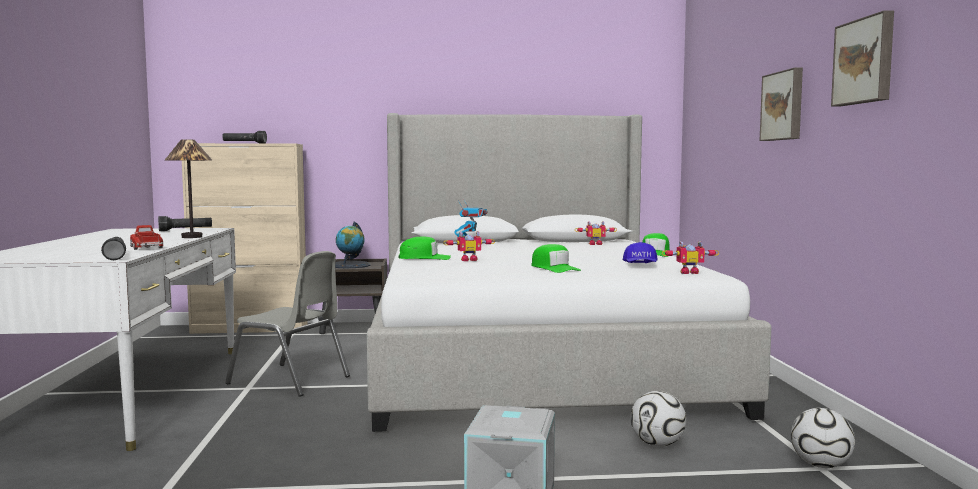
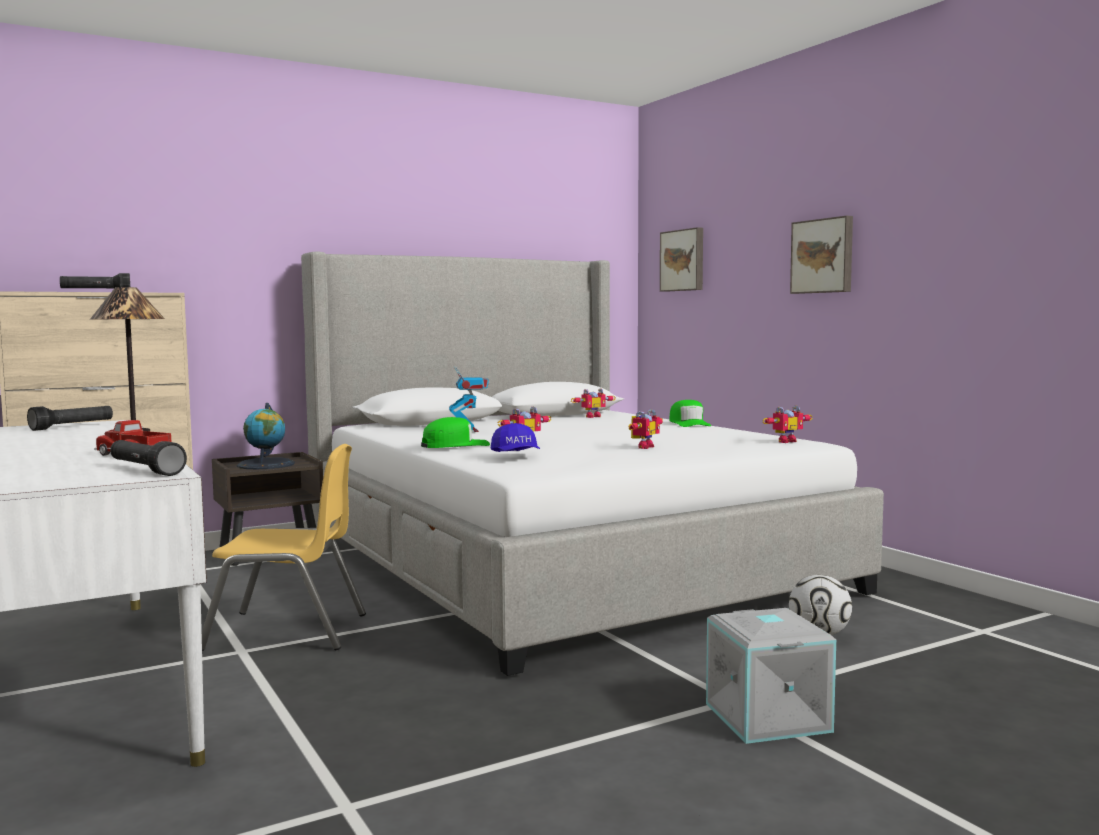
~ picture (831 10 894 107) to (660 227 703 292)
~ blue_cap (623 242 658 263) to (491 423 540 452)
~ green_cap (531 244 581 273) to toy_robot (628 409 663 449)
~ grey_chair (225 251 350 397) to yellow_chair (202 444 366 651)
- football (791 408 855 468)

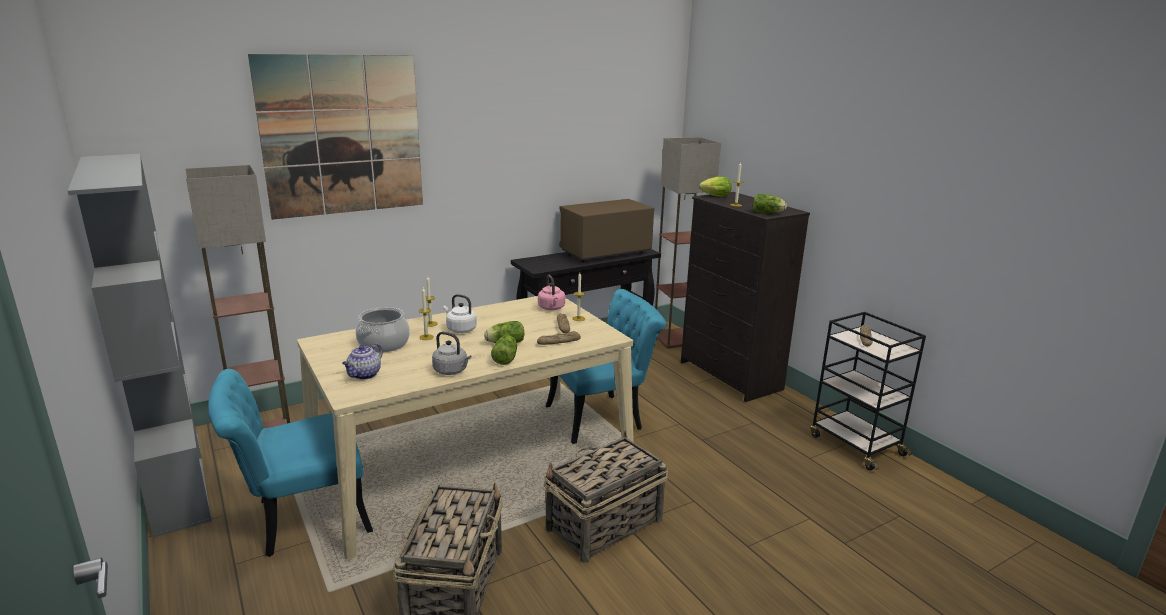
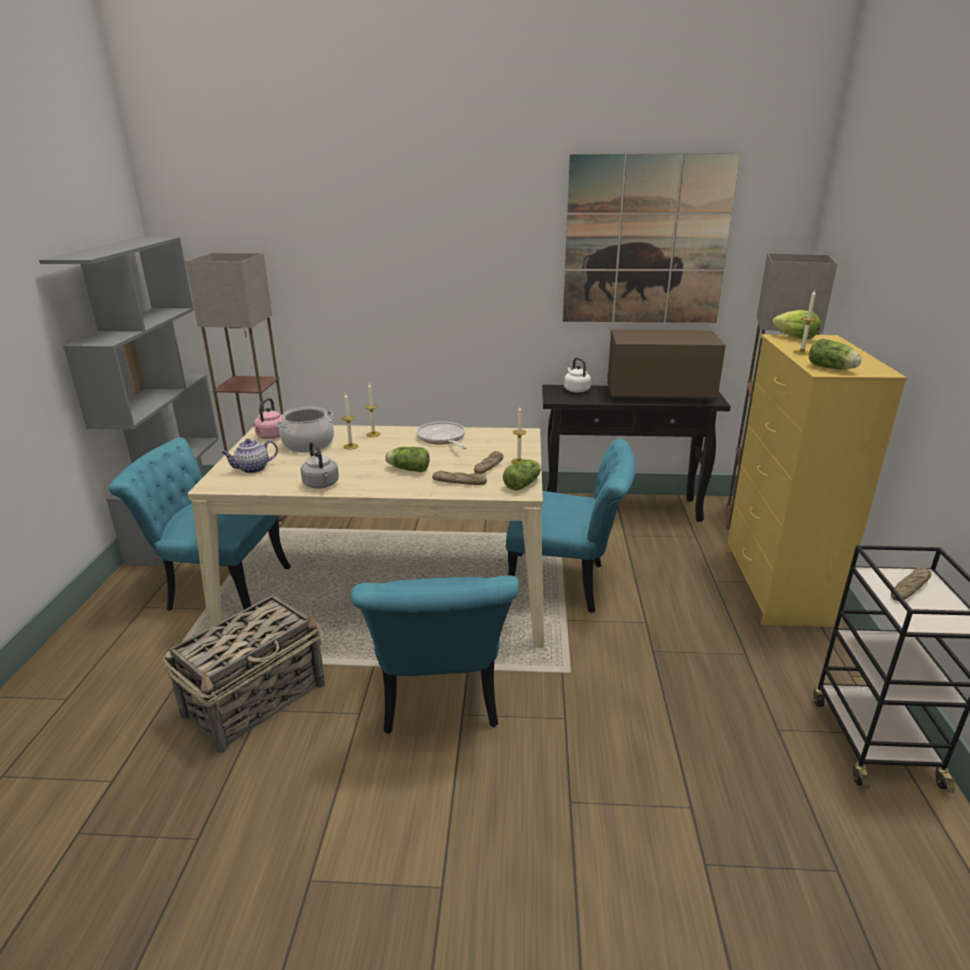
~ picture (248 54 423 220) to (563 153 740 323)
~ black_dresser (681 192 810 402) to yellow_dresser (726 334 907 627)
~ pink_kettle (538 275 565 310) to (253 398 282 439)
~ white_kettle (443 294 477 333) to (564 357 591 393)
~ lettuce (491 335 517 365) to (503 459 541 491)
~ basket (544 431 668 563) to turquoise_chair (351 575 519 734)
+ frying_pan (416 422 467 450)

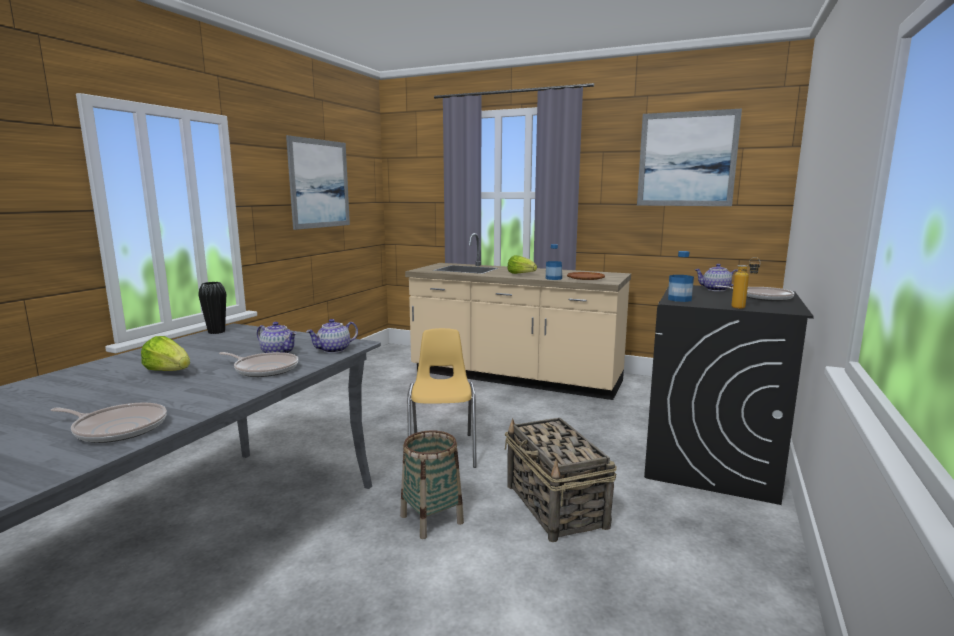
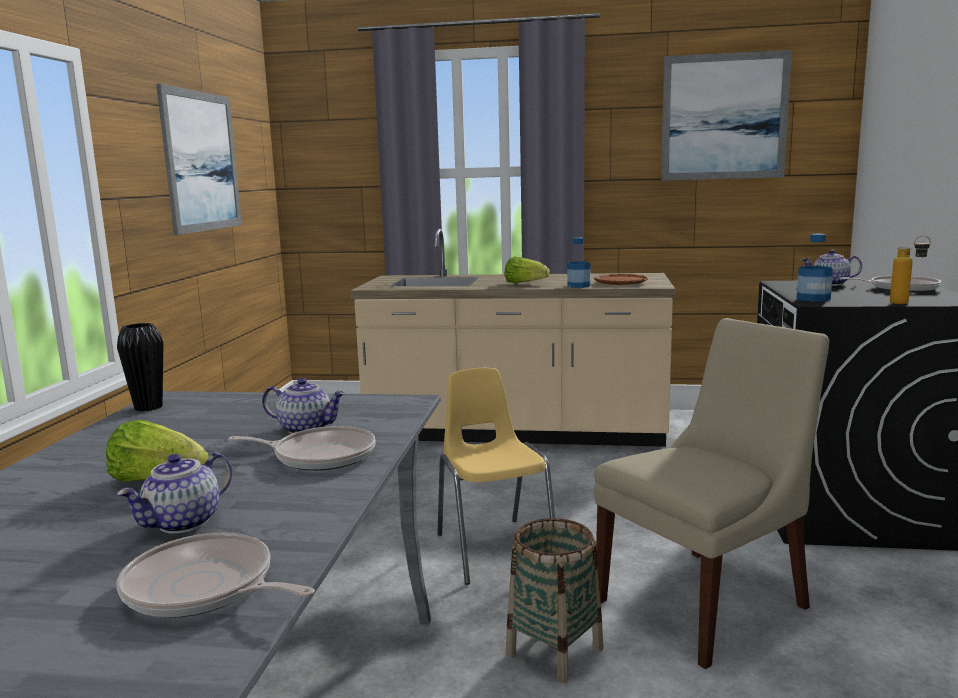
~ teapot (306 319 358 353) to (117 452 232 534)
~ frying_pan (51 402 167 443) = (117 533 315 618) 150 degrees counterclockwise
~ basket (505 418 617 542) to beige_chair (594 318 829 669)

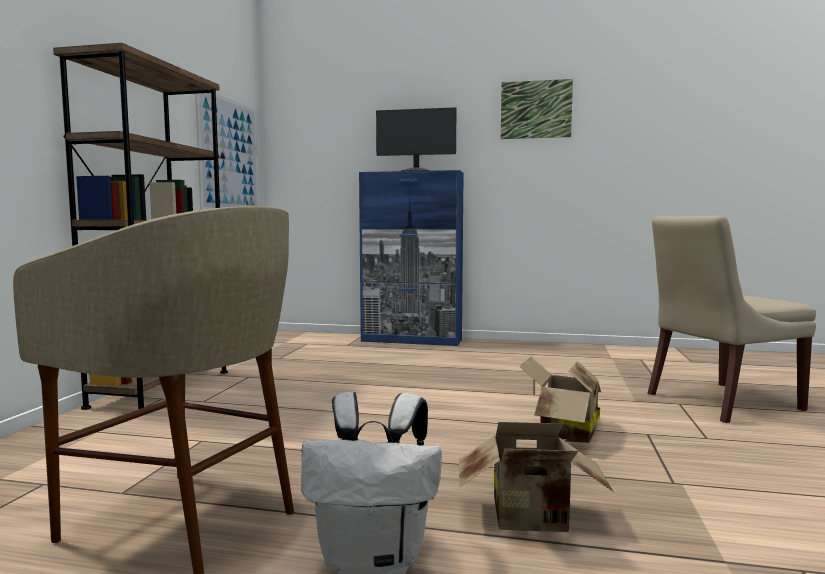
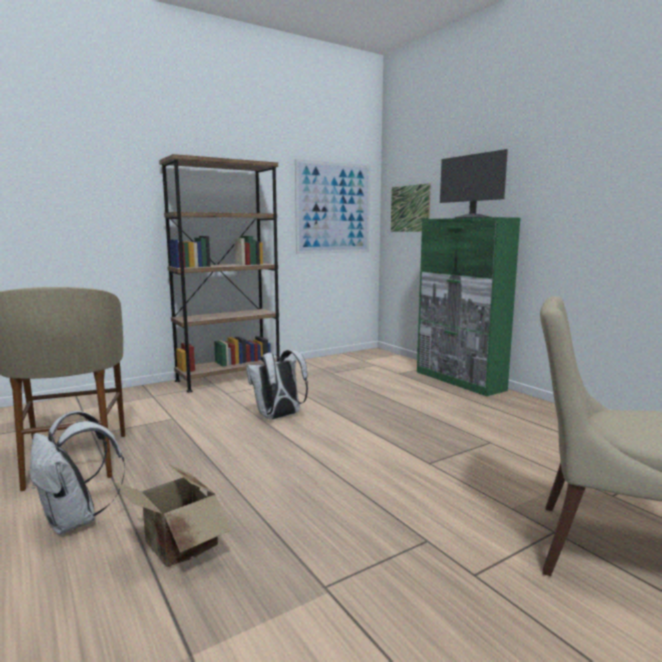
~ picture (501 79 573 139) to (391 183 431 232)
~ blue_cabinet (359 170 464 346) to green_cabinet (417 217 520 396)
- cardboard_box (519 357 601 443)
+ white_backpack (246 350 308 420)

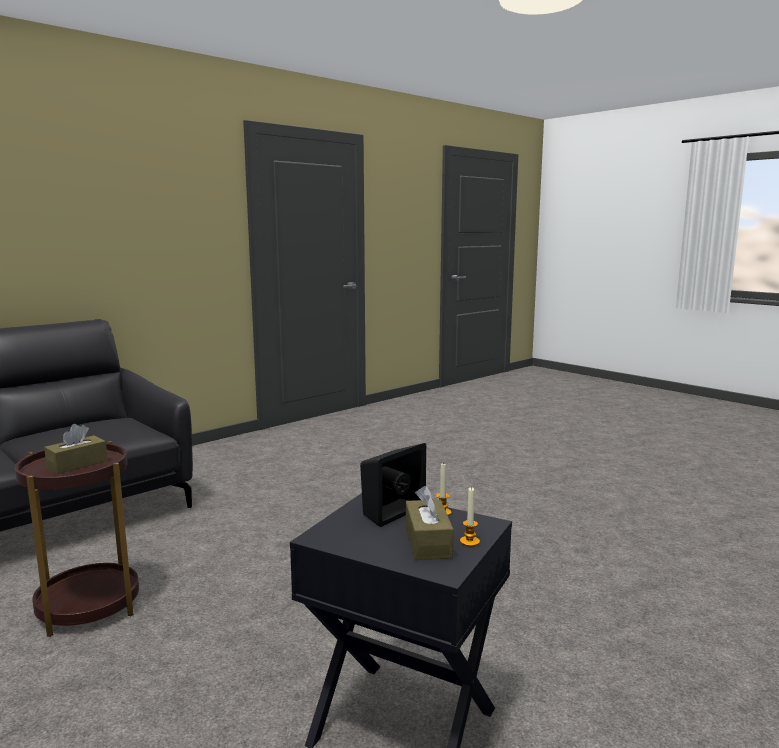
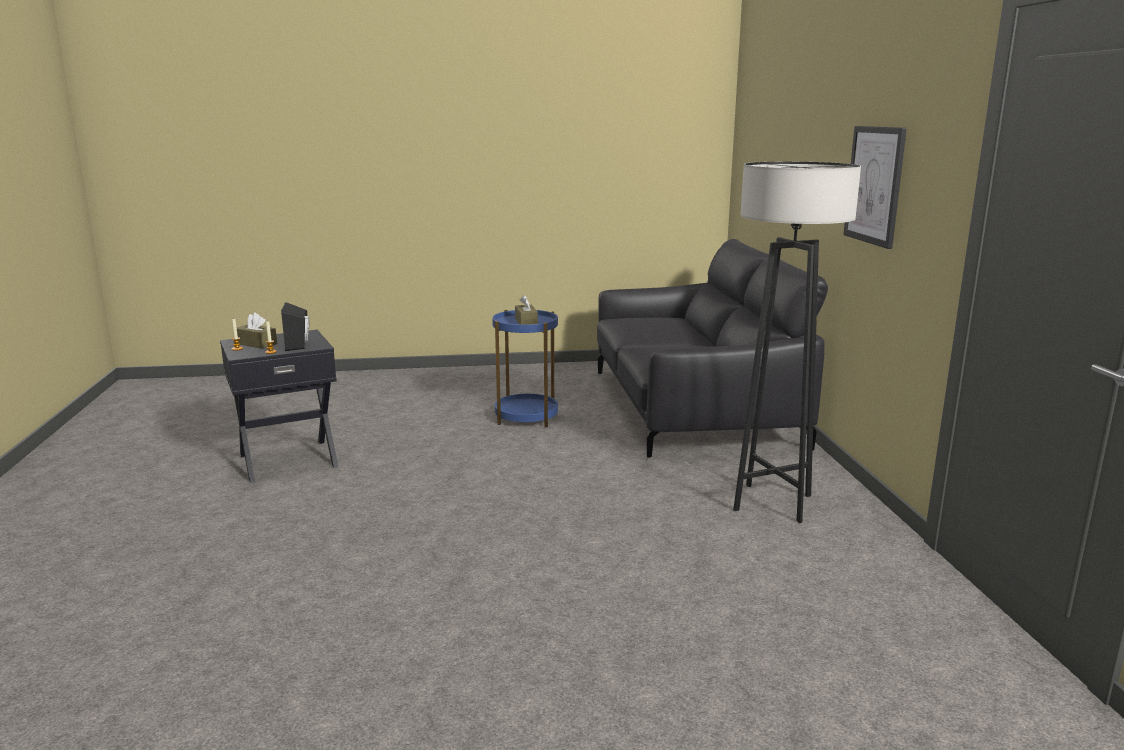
~ brown_side_table (15 441 139 637) to blue_side_table (492 310 558 427)
+ picture (843 126 907 249)
+ grey_floor_lamp (733 162 861 523)

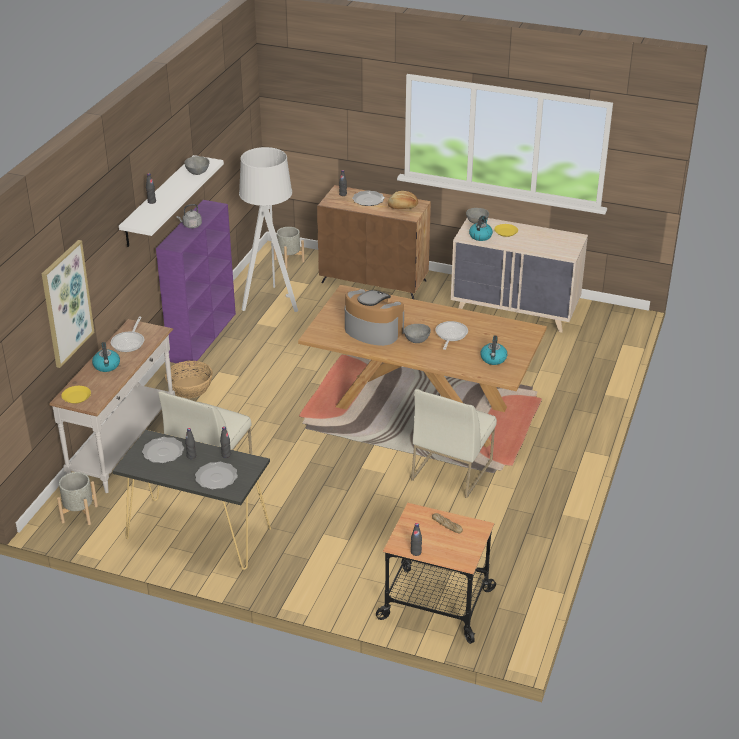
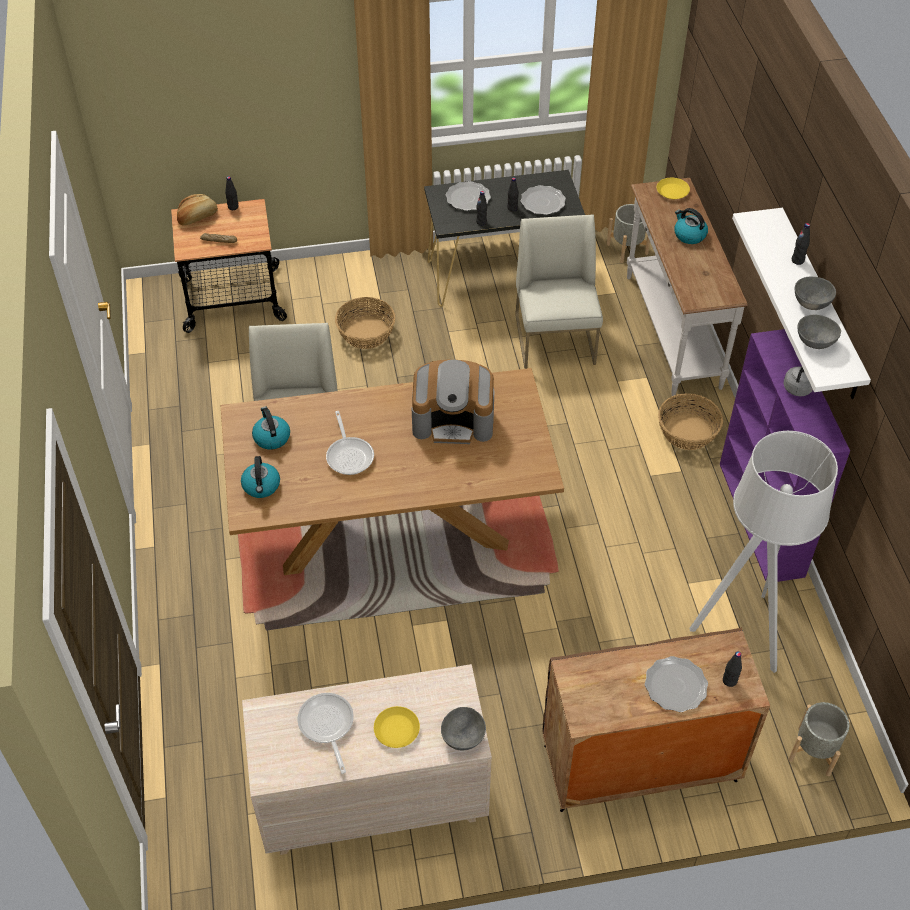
~ bread (388 191 418 209) to (177 194 218 226)
~ kettle (469 216 493 241) to (241 456 280 498)
- picture (42 240 94 368)
~ frying_pan (111 316 144 352) to (297 693 354 774)
~ grey_bowl (404 324 431 343) to (795 277 836 310)
+ basket (335 297 396 349)

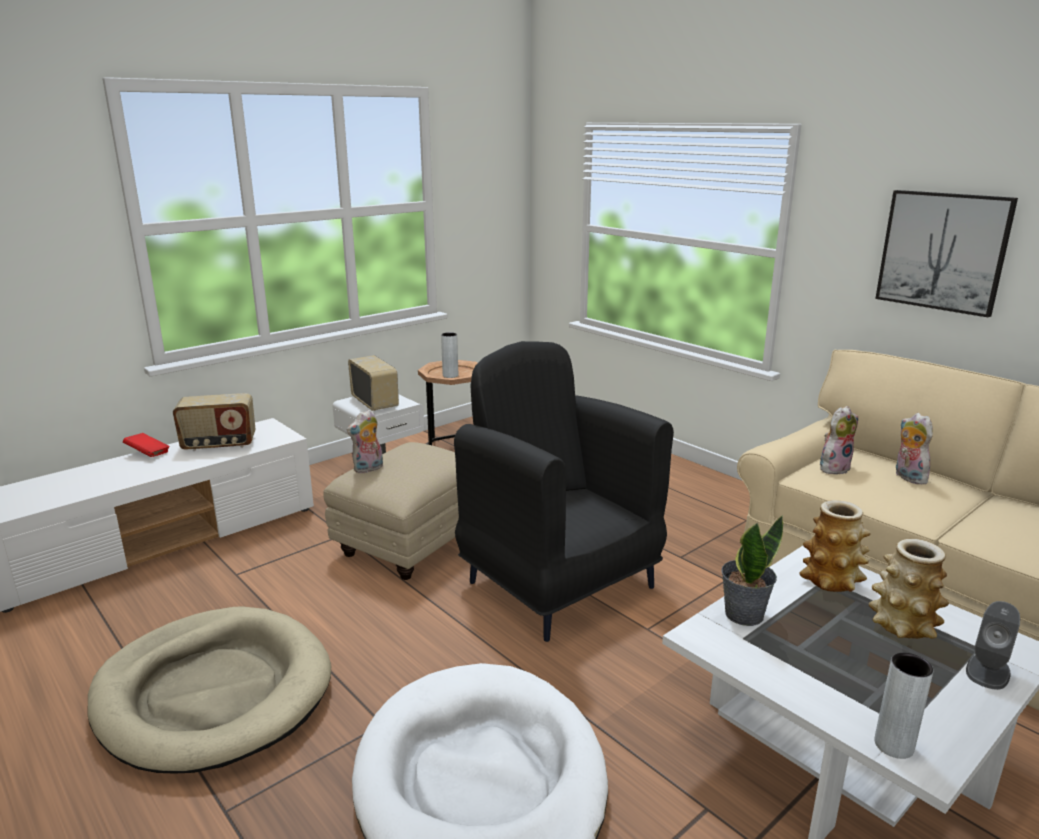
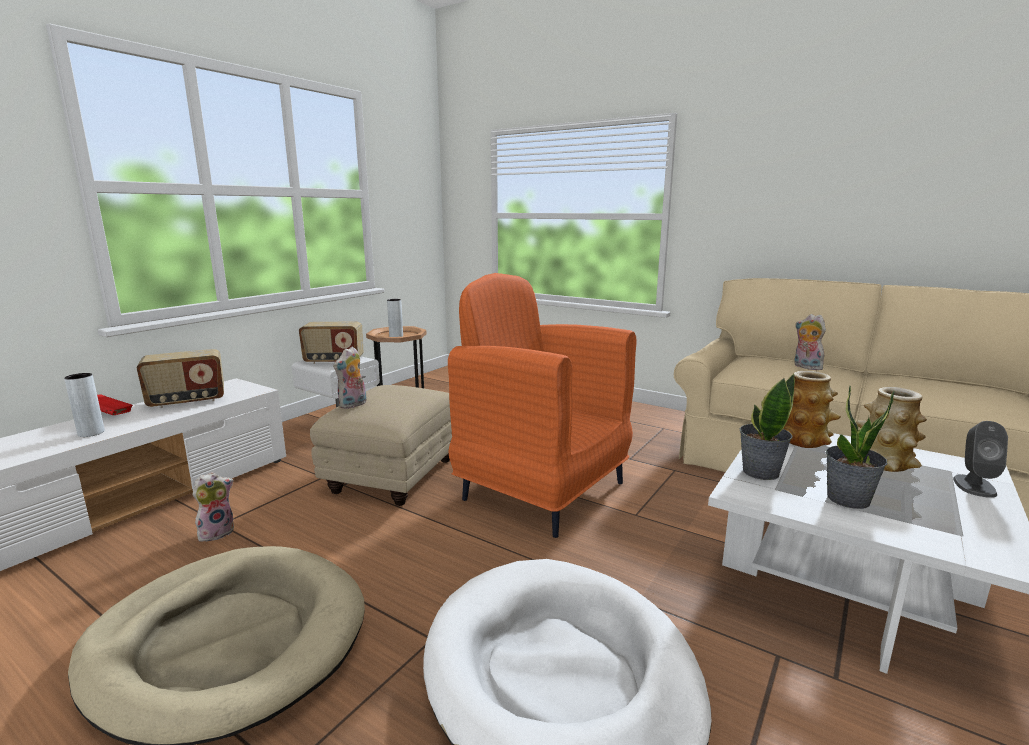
- picture (875 190 1018 317)
~ black_armchair (454 341 674 642) to orange_armchair (448 273 637 538)
~ radio (348 355 399 411) = (299 322 363 364) 135 degrees clockwise
~ plush_toy (820 406 858 474) to (192 472 234 542)
~ grey_vase (874 653 933 759) to (64 373 105 437)
+ potted_plant (826 386 895 509)

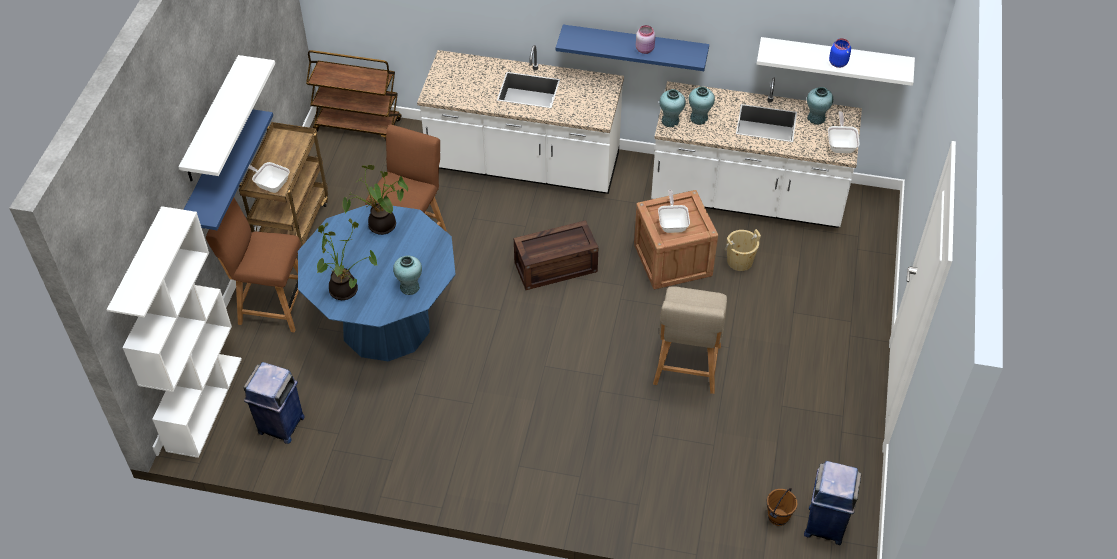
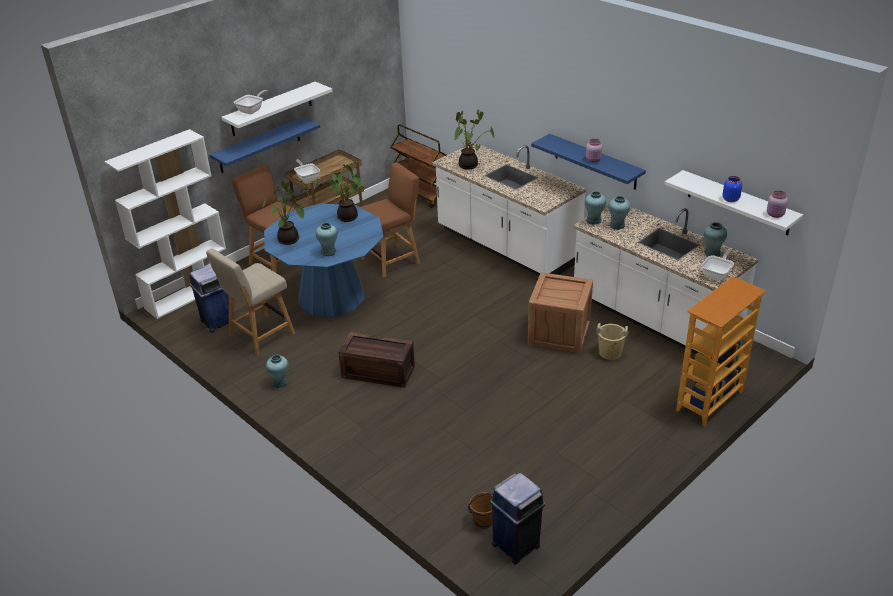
~ frying_pan (658 190 690 233) to (234 90 268 114)
~ crate (514 220 598 290) to (338 332 415 388)
~ beige_chair (653 286 727 394) to (206 248 295 355)
+ potted_plant (454 110 495 170)
+ pink_jar (767 191 788 218)
+ bookcase (676 276 766 426)
+ turquoise_vase (266 355 289 388)

